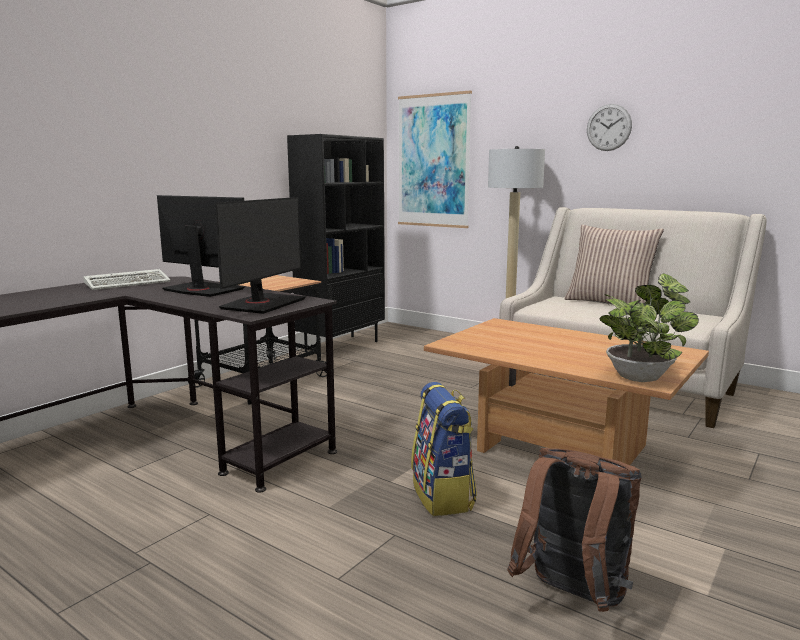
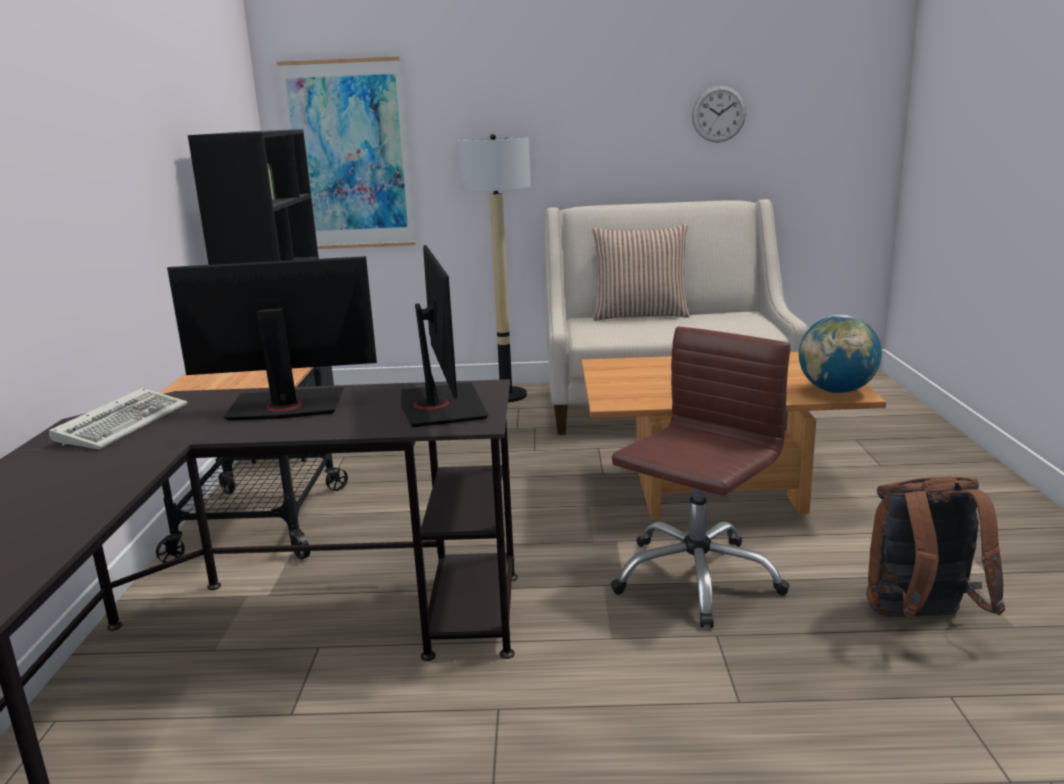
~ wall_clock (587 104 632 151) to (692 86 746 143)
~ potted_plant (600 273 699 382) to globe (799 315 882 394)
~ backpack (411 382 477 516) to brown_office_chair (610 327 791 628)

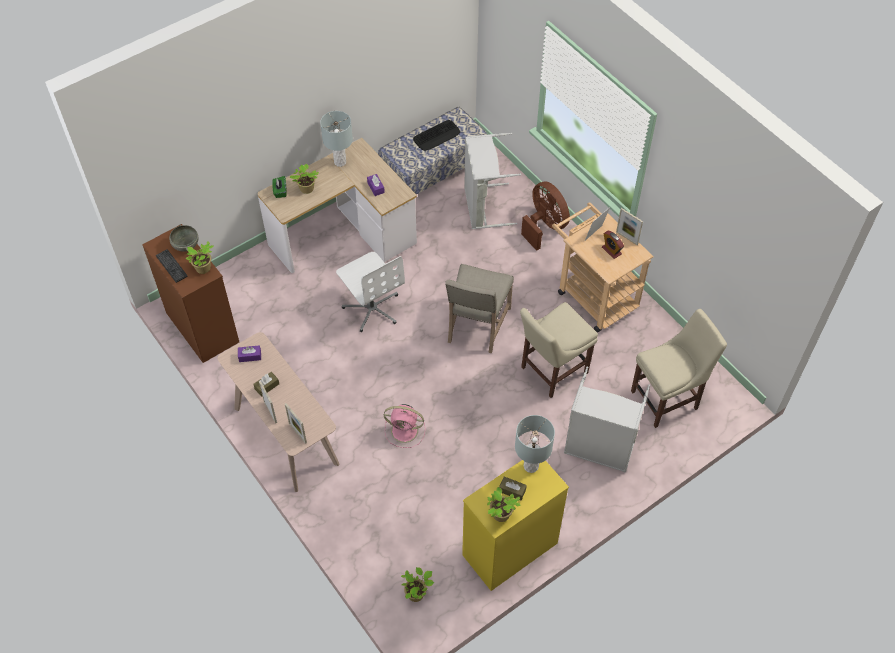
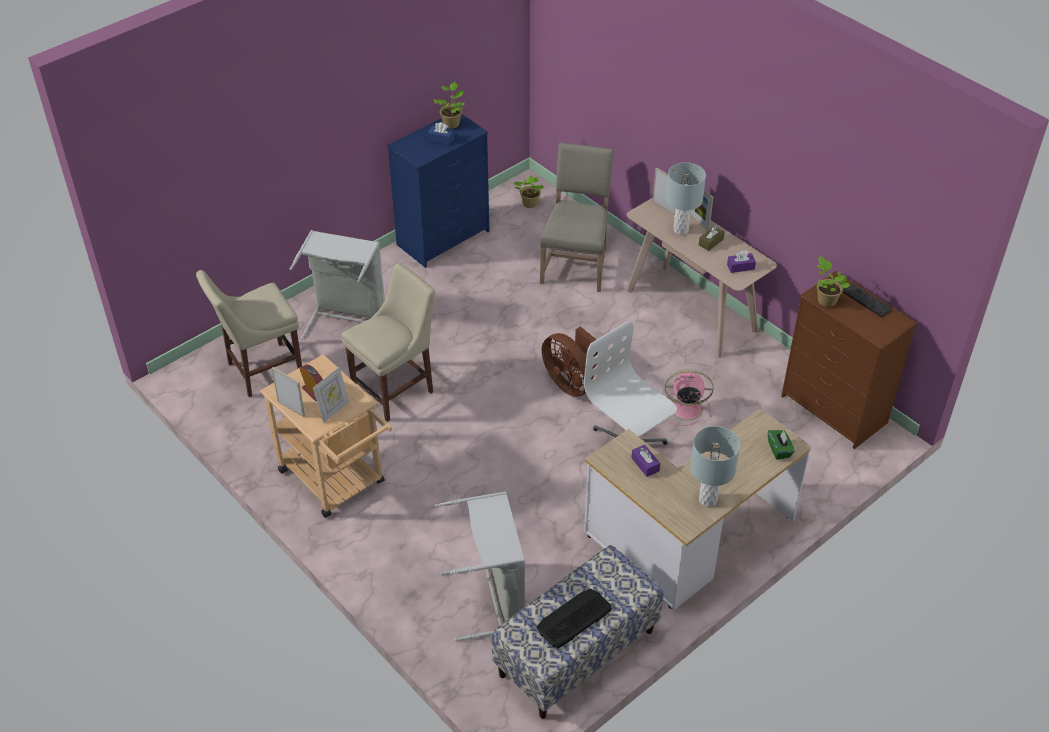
- potted_plant (289 164 319 194)
~ brown_fan (521 181 570 251) to (542 326 598 397)
- grey_bowl (169 224 198 252)
~ beige_chair (445 264 514 353) to (540 142 614 292)
~ pink_fan (384 404 425 448) to (665 370 714 426)
~ grey_table_lamp (515 415 555 473) to (666 162 706 235)
~ yellow_dresser (462 460 569 591) to blue_dresser (387 114 490 268)
~ brown_tissue_box (499 476 527 500) to blue_tissue_box (428 122 454 145)

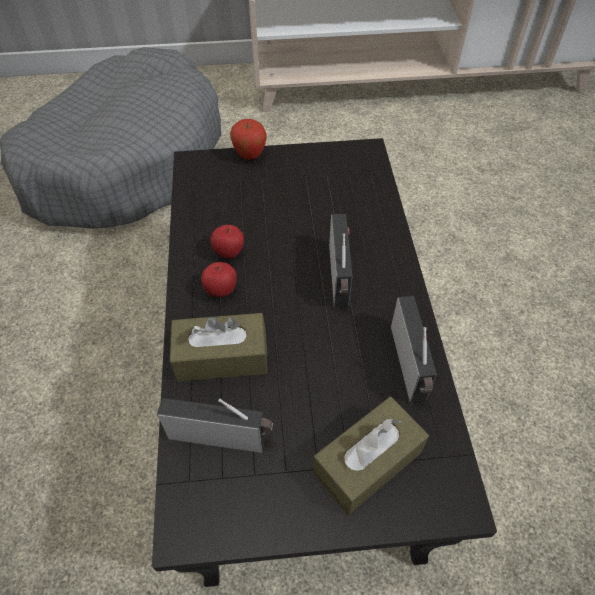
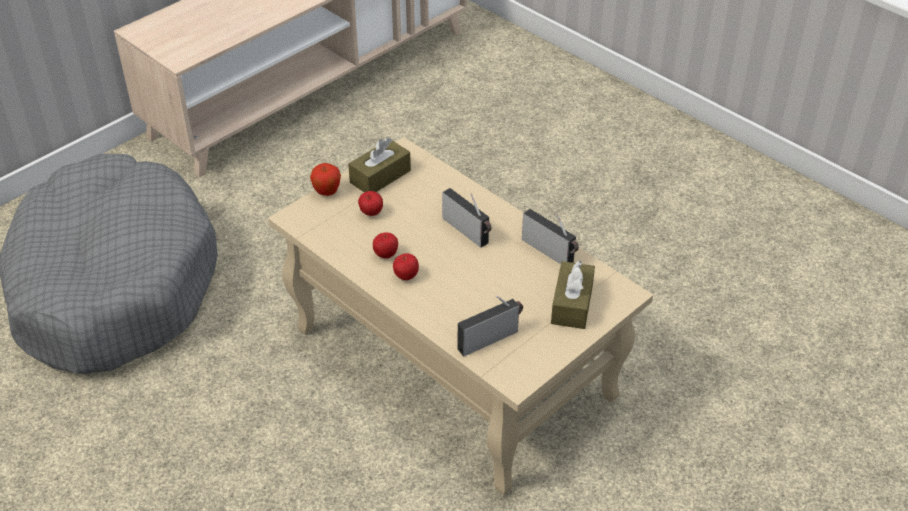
~ black_coffee_table (152 138 497 587) to beige_coffee_table (268 137 653 495)
~ brown_tissue_box (170 313 268 382) to (348 137 411 192)
+ apple (358 191 383 216)

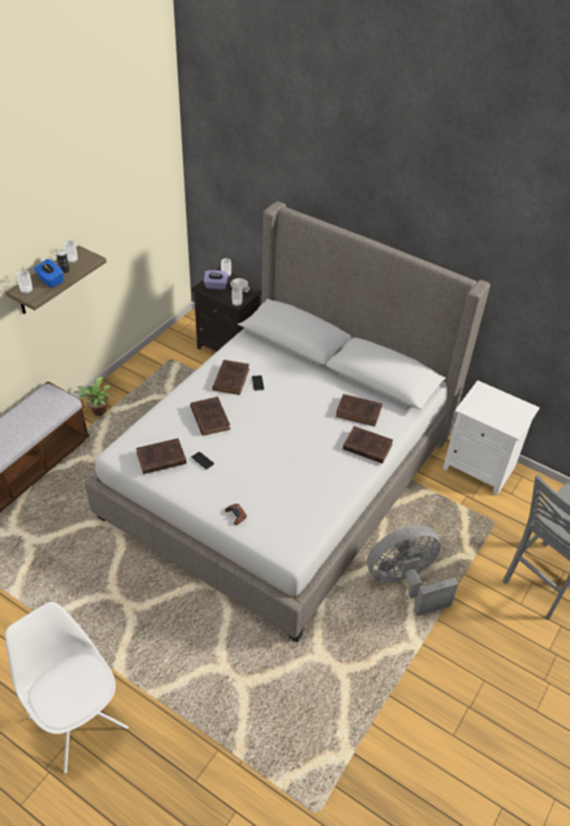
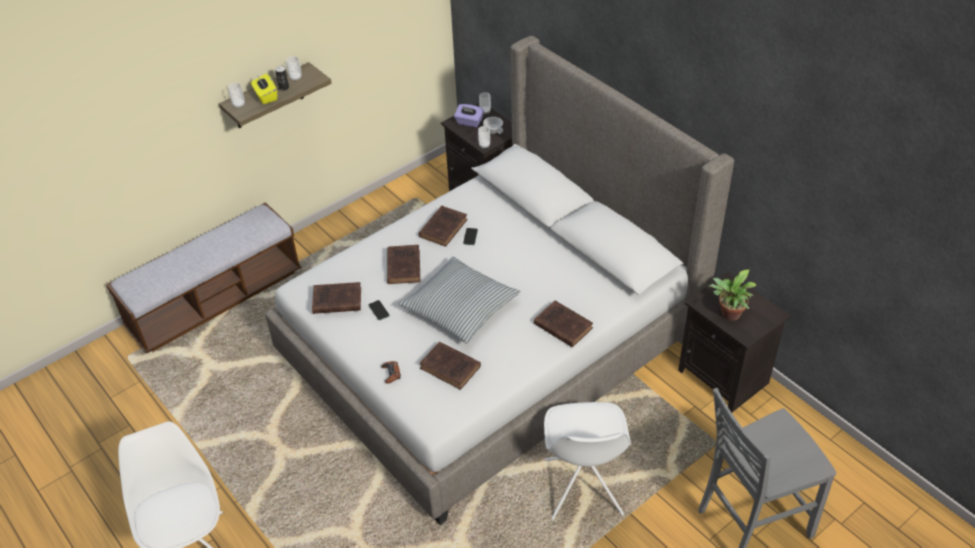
~ blue_tissue_box (34 259 63 288) to yellow_tissue_box (251 74 277 104)
~ potted_plant (73 377 111 416) to (709 269 756 321)
~ white_nightstand (443 380 540 496) to black_nightstand (678 272 791 413)
~ brown_book (335 394 382 427) to (419 342 481 390)
~ grey_fan (367 525 459 616) to white_chair (544 402 632 520)
+ pillow (398 257 521 344)

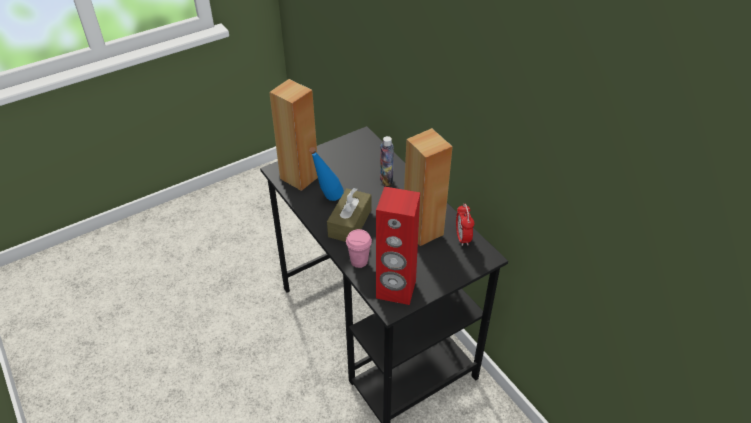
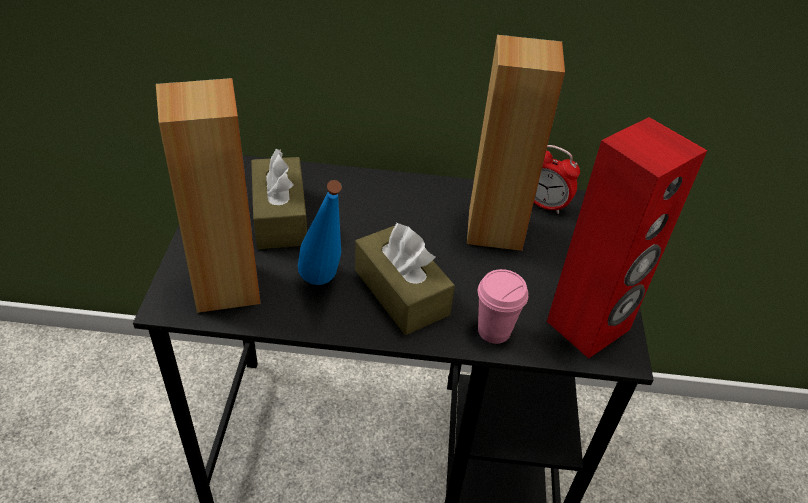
- bottle (380 136 394 186)
+ brown_tissue_box (251 149 307 249)

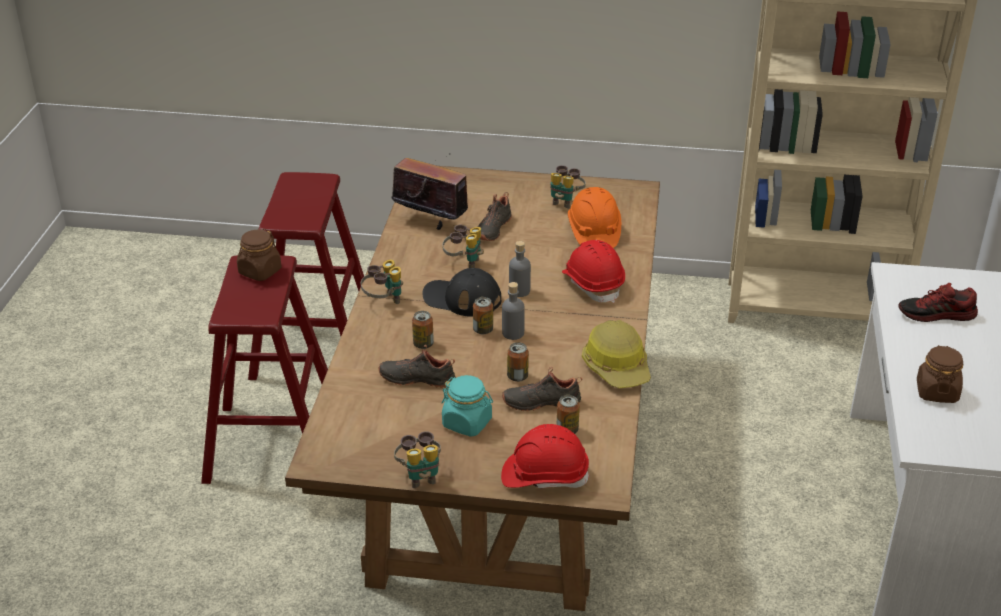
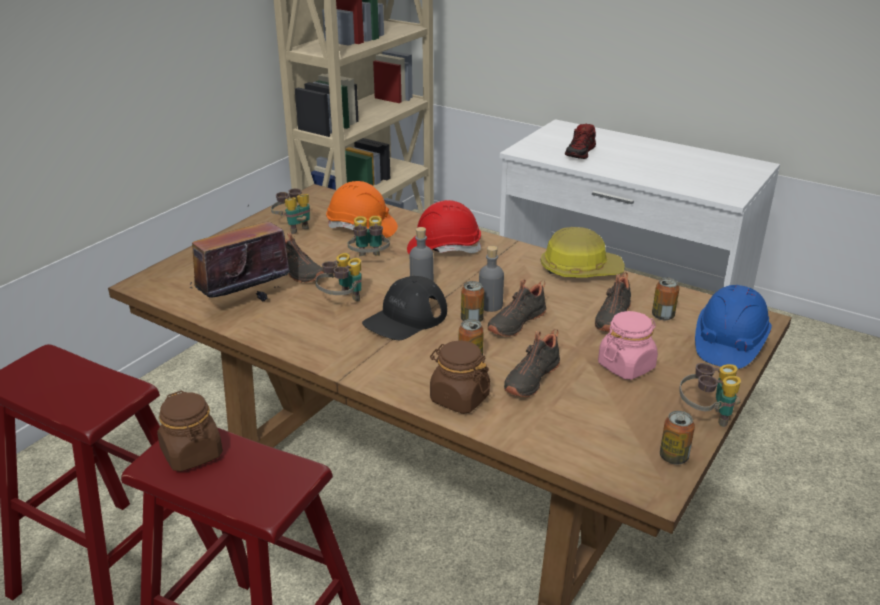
~ binoculars (361 259 403 304) to (348 216 390 256)
~ can (507 342 529 382) to (660 411 695 464)
~ brown_jar (917 345 963 403) to (430 340 490 414)
~ turquoise_jar (442 375 493 437) to pink_jar (598 311 658 380)
~ red_hard_hat (501 424 590 489) to blue_hard_hat (695 285 772 369)
+ black_shoe (488 279 546 337)

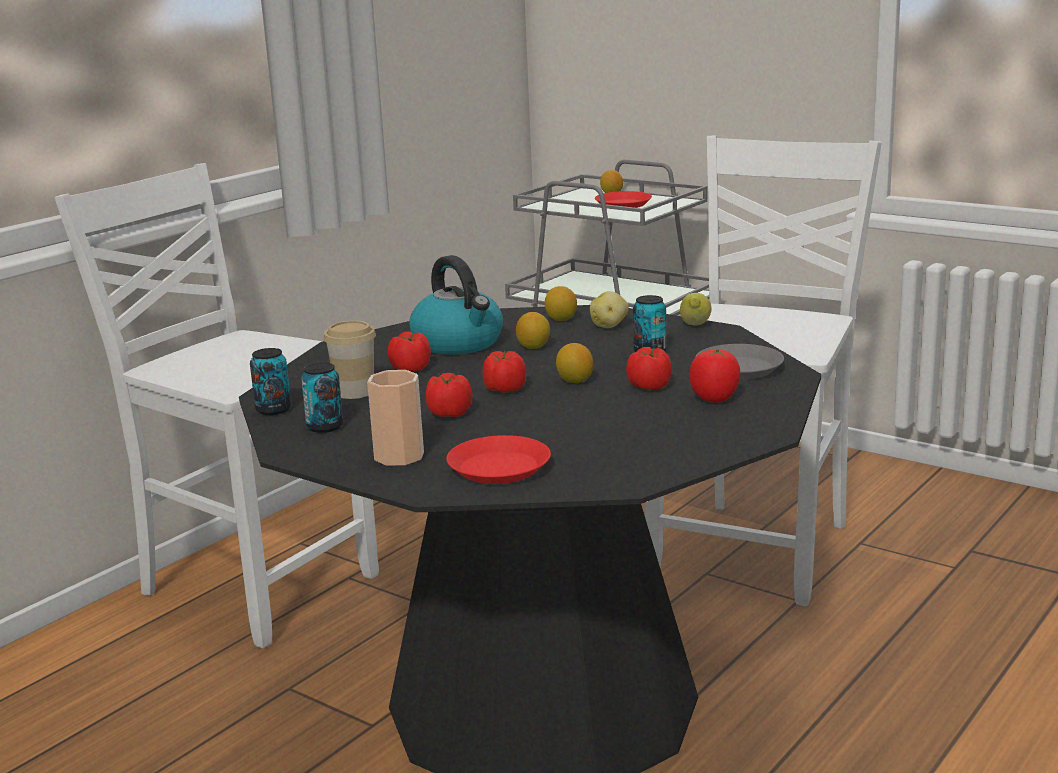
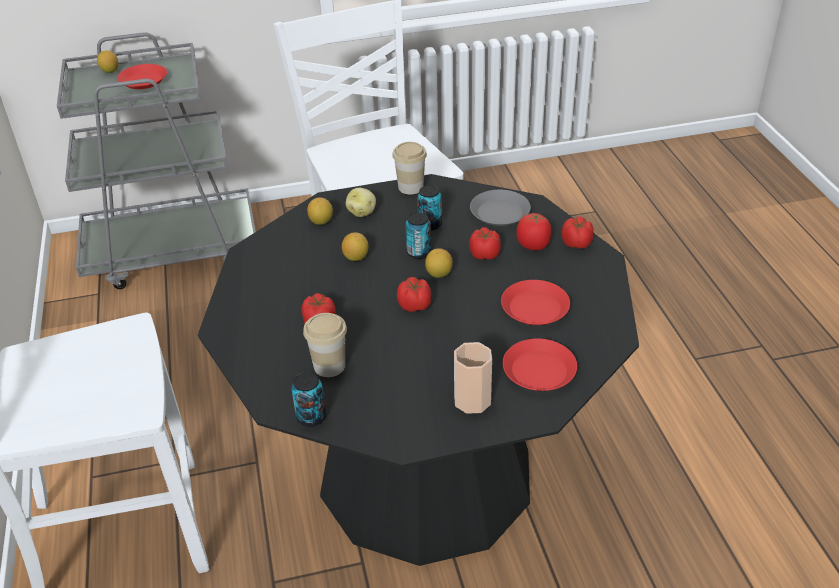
- kettle (409 255 503 355)
~ lemon (680 293 712 326) to cup (392 142 427 194)
~ can (301 363 343 433) to (405 212 431 259)
~ tomato (426 373 472 417) to (562 217 594 249)
+ red_plate (501 280 570 325)

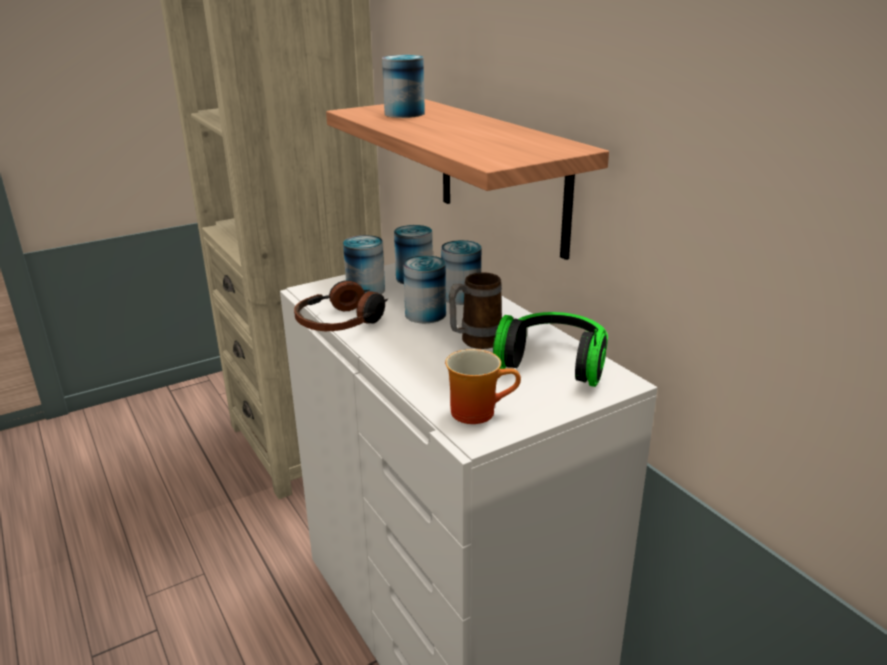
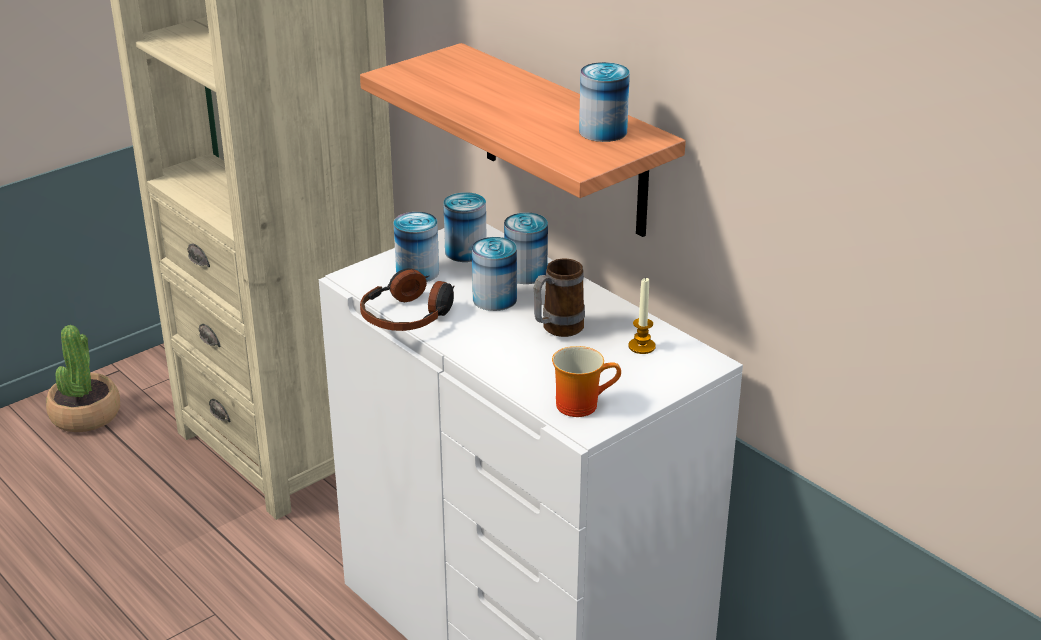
~ can (382 55 425 118) to (579 62 630 142)
~ headphones (493 312 608 387) to candle (629 277 656 354)
+ potted_plant (46 325 120 432)

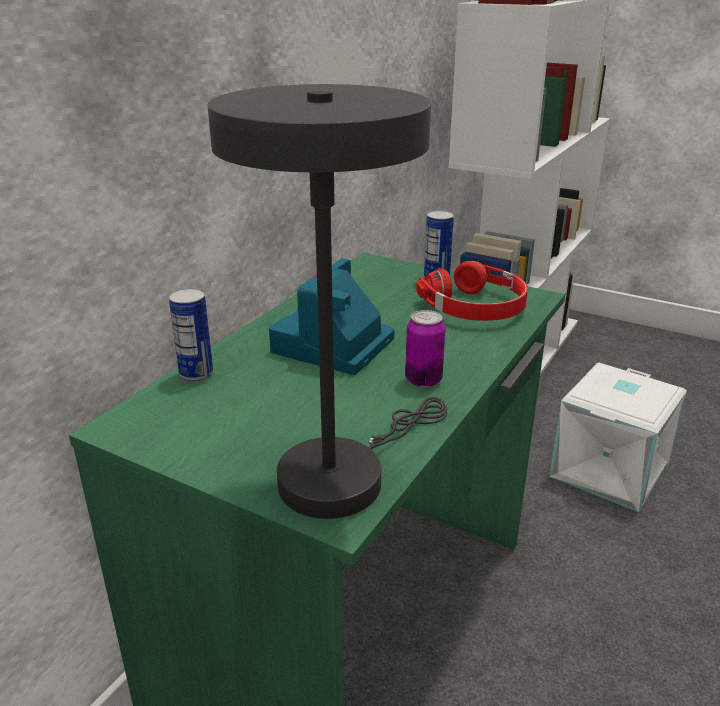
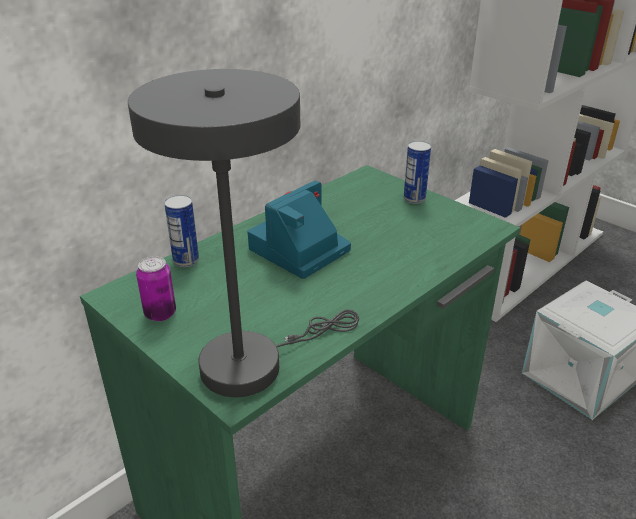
- red_headphones (416 261 528 321)
~ can (405 310 446 388) to (136 256 176 321)

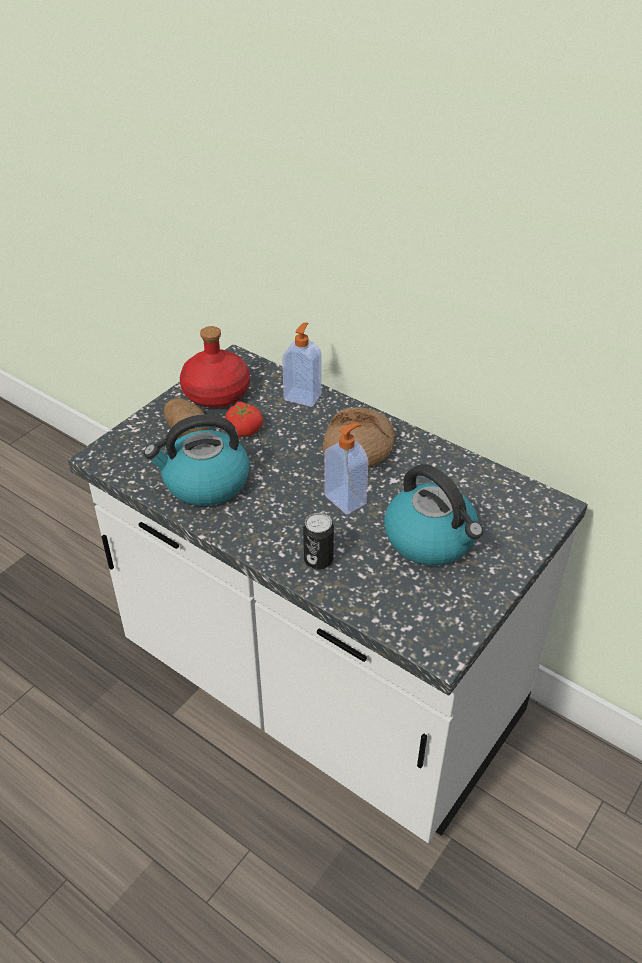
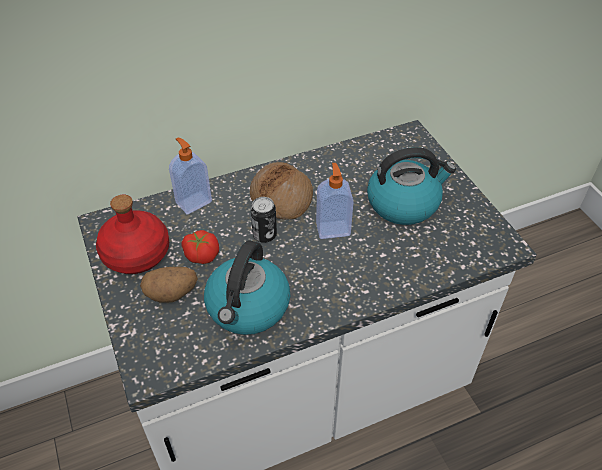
~ can (303 513 334 569) to (251 197 277 243)

